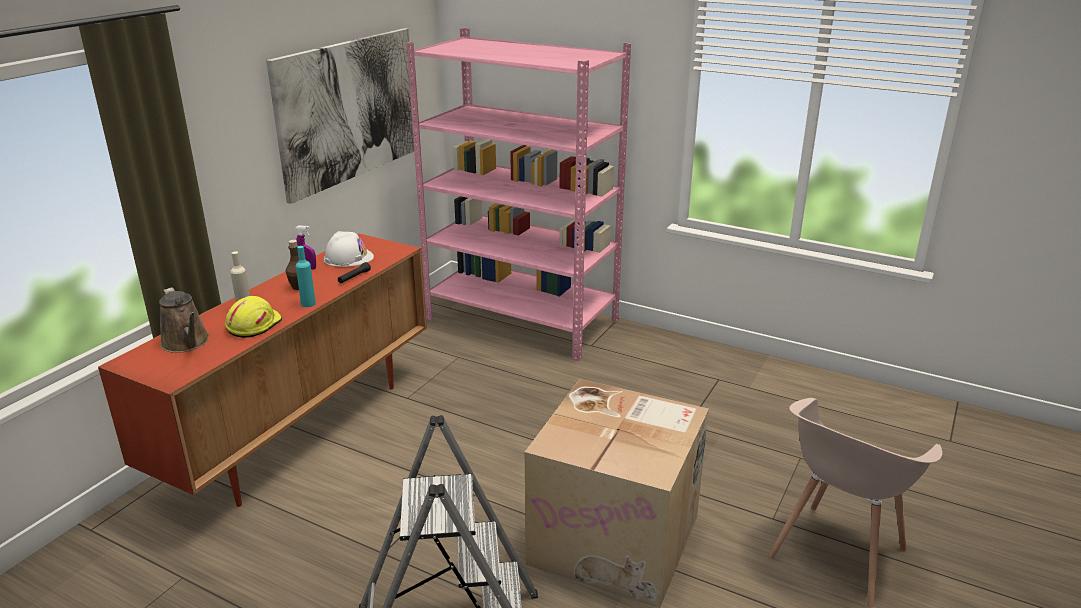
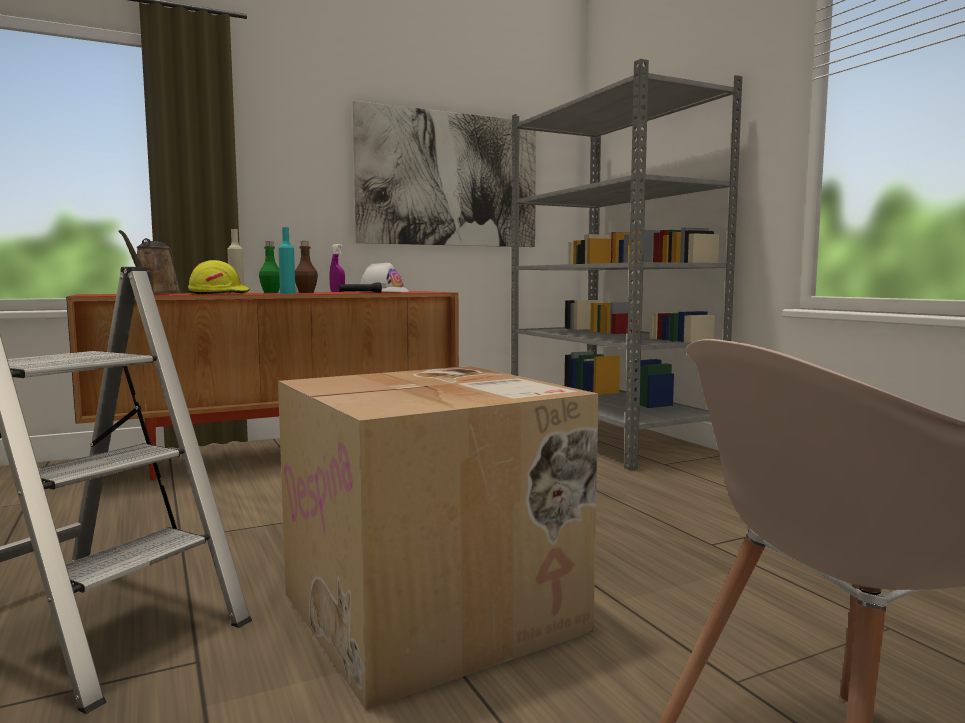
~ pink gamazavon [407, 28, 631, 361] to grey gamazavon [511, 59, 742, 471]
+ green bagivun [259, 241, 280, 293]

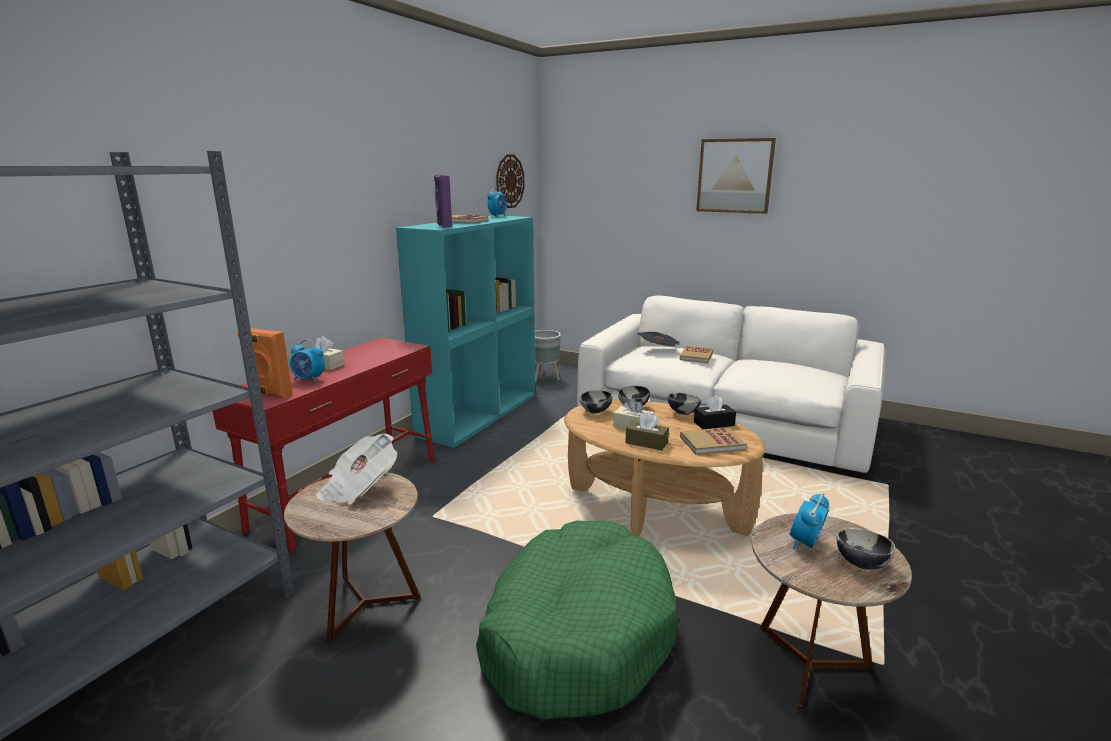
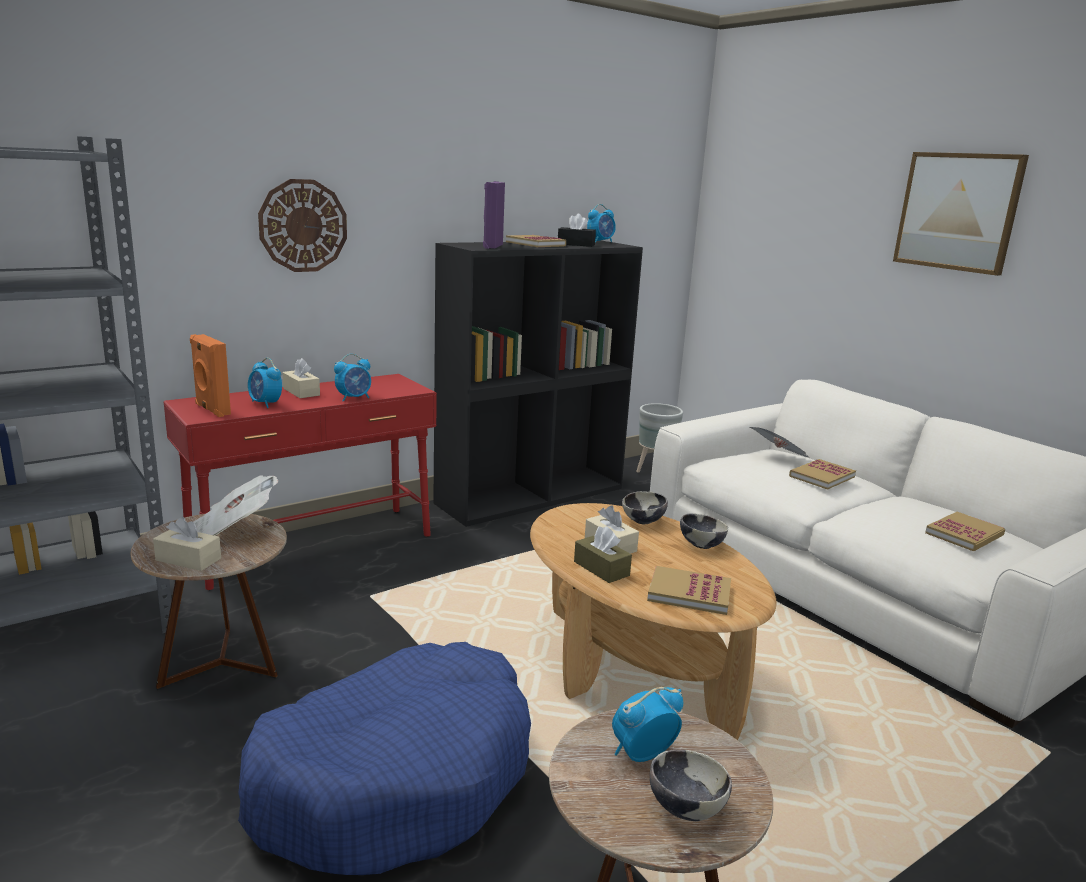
~ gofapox [496, 154, 525, 208] to [258, 179, 347, 272]
~ turquoise gamazavon [396, 215, 535, 448] to black gamazavon [433, 241, 643, 527]
- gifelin [580, 390, 612, 414]
~ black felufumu [694, 395, 736, 429] to [558, 214, 596, 247]
~ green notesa [476, 520, 679, 720] to blue notesa [238, 642, 531, 875]
+ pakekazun [334, 354, 371, 402]
+ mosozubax [925, 512, 1005, 551]
+ beige felufumu [153, 516, 221, 571]

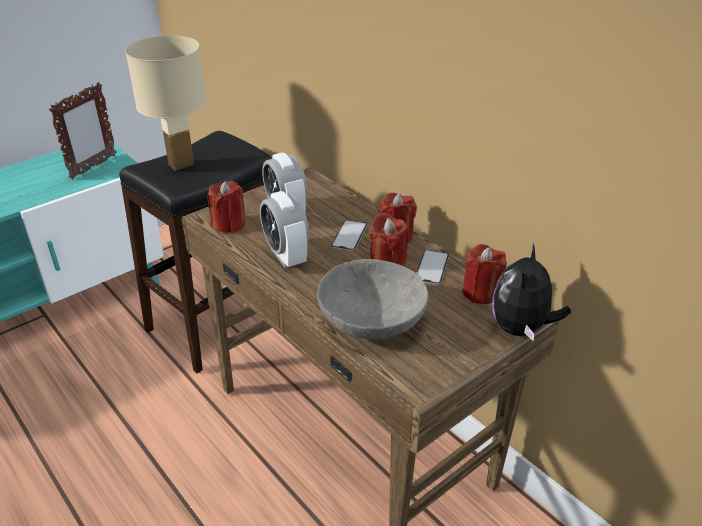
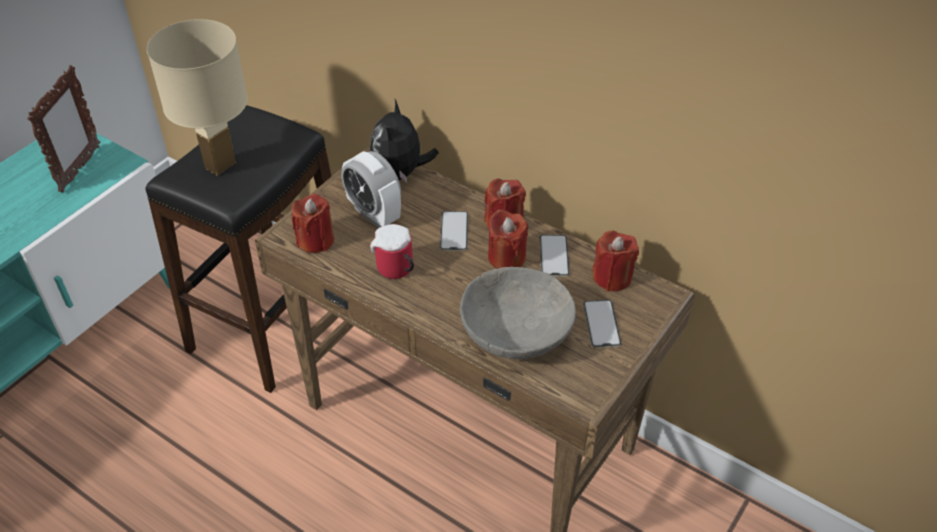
~ pakekazun [260, 191, 309, 268] to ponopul [370, 224, 414, 279]
~ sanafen [492, 243, 571, 341] to [370, 99, 439, 183]
+ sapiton [583, 300, 622, 348]

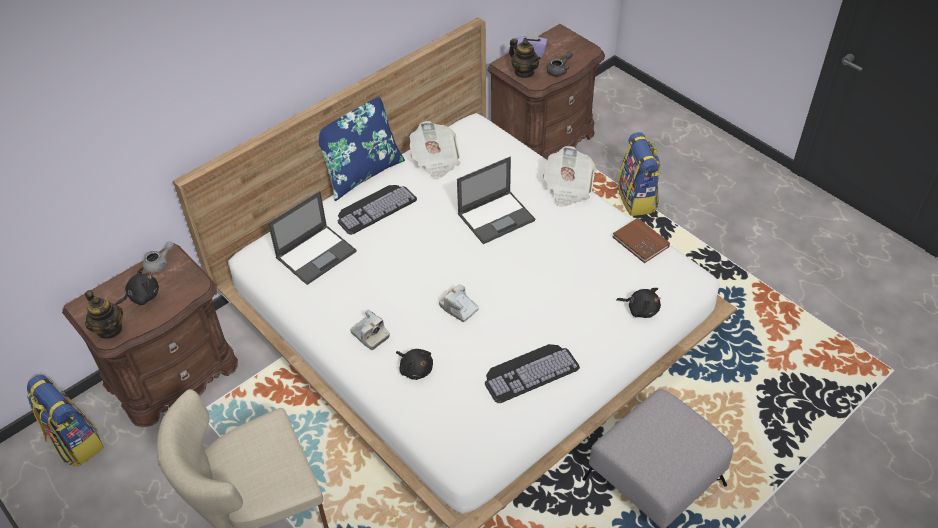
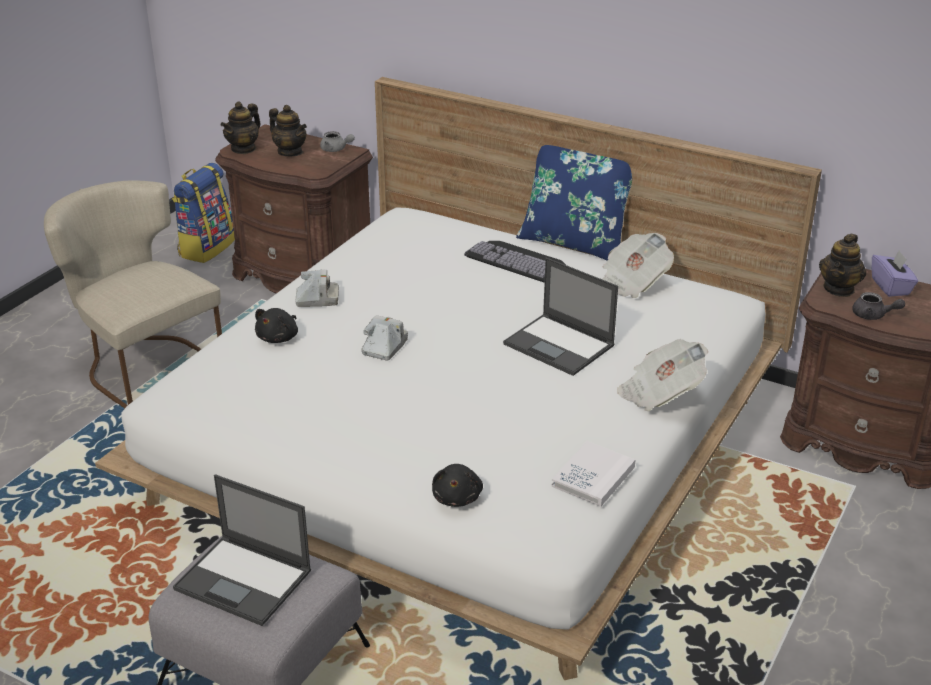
- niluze [618, 132, 660, 216]
~ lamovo [268, 191, 357, 285] to [173, 474, 311, 626]
~ brown mosozubax [613, 218, 670, 263] to white mosozubax [551, 441, 636, 507]
~ black sanafen [115, 267, 159, 305] to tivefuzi [269, 105, 307, 156]
~ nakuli [350, 310, 390, 350] = [295, 270, 339, 307] 120 degrees counterclockwise
- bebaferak [485, 344, 580, 403]

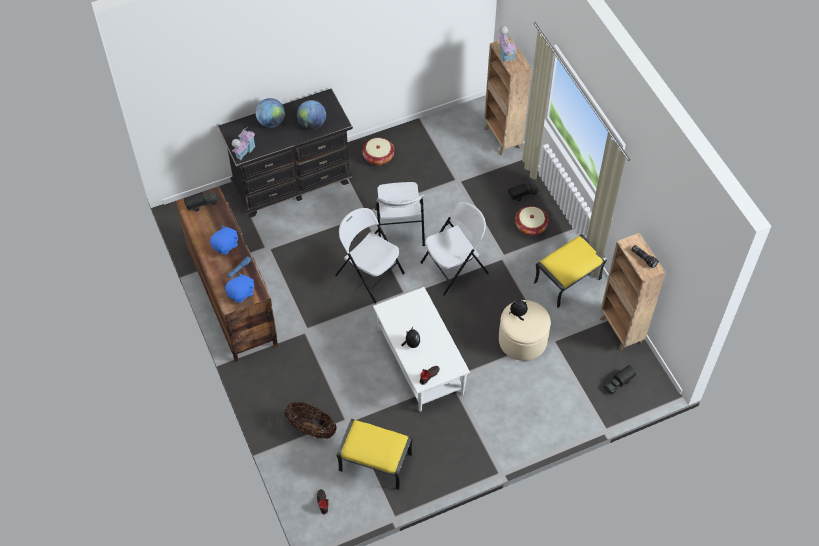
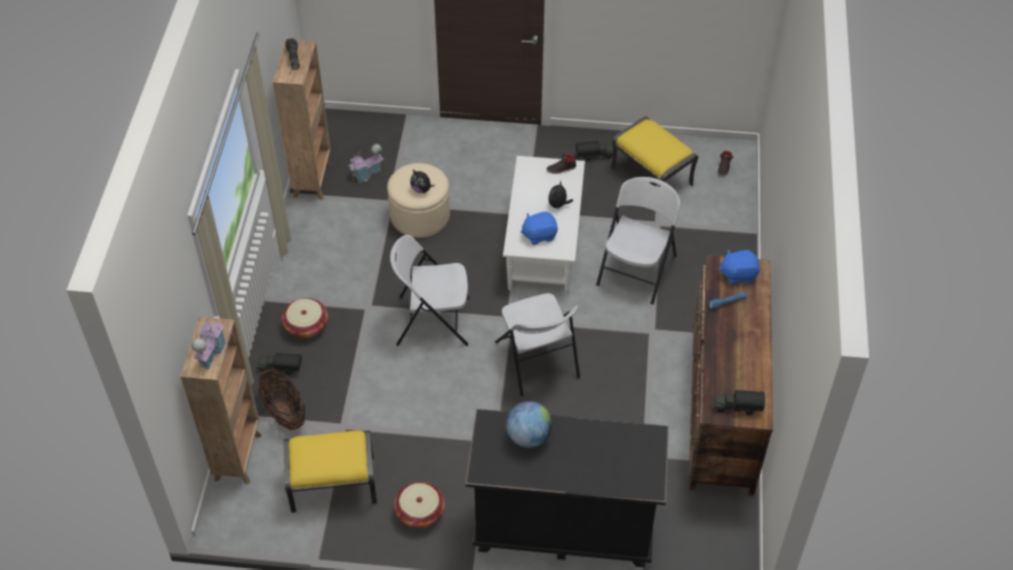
- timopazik [256, 98, 285, 128]
~ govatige [232, 127, 255, 160] to [348, 144, 384, 182]
~ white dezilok [375, 182, 425, 246] to [596, 177, 680, 305]
~ blue sanafen [210, 225, 238, 255] to [521, 212, 558, 245]
~ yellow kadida [534, 234, 607, 308] to [284, 430, 377, 513]
~ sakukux [604, 365, 636, 394] to [576, 141, 613, 162]
~ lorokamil [284, 402, 337, 439] to [258, 369, 305, 431]

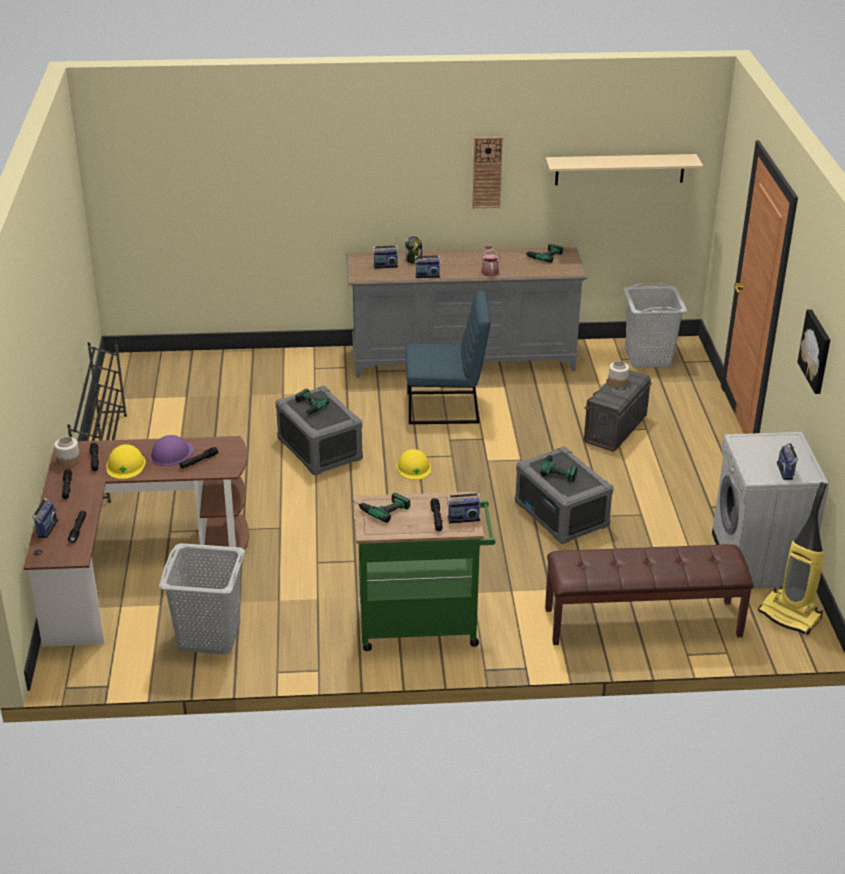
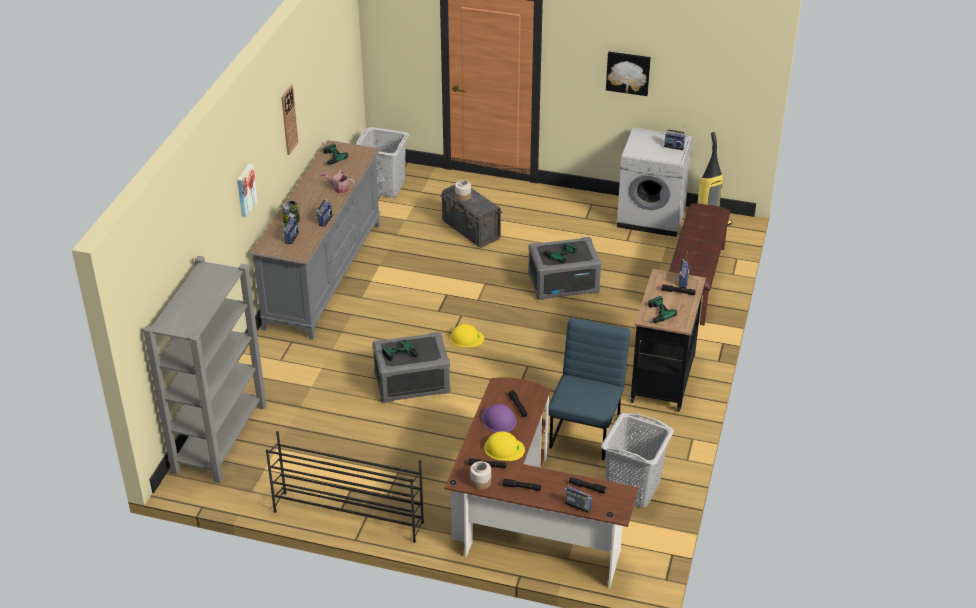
- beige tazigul [545, 154, 703, 185]
~ blue dezilok [405, 291, 490, 424] to [548, 317, 630, 460]
~ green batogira [354, 492, 496, 651] to black batogira [630, 269, 706, 412]
+ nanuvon [237, 164, 258, 217]
+ grey gamazavon [143, 256, 267, 483]

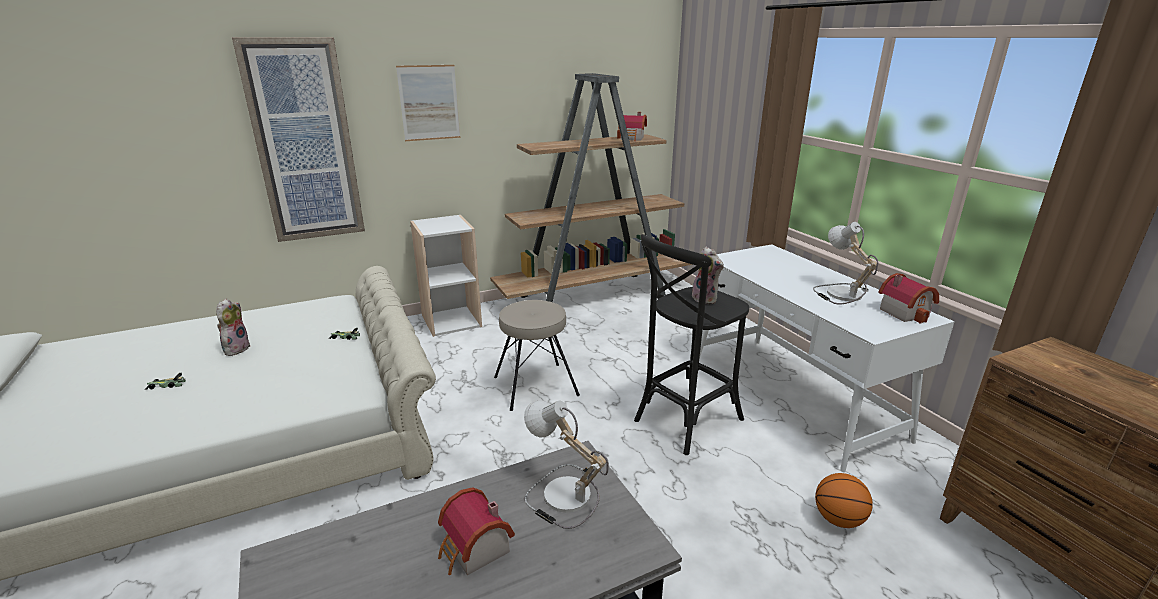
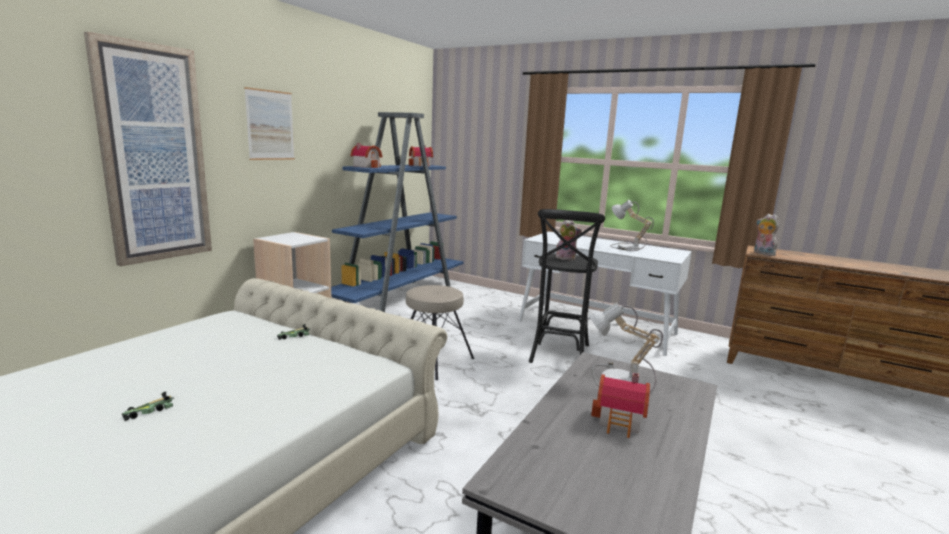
~ brown gamazavon [490, 73, 693, 302] to blue gamazavon [331, 112, 464, 312]
~ govatige [878, 273, 939, 324] to [350, 143, 382, 168]
~ sanafen [216, 299, 250, 356] to [754, 214, 779, 256]
- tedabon [815, 473, 873, 528]

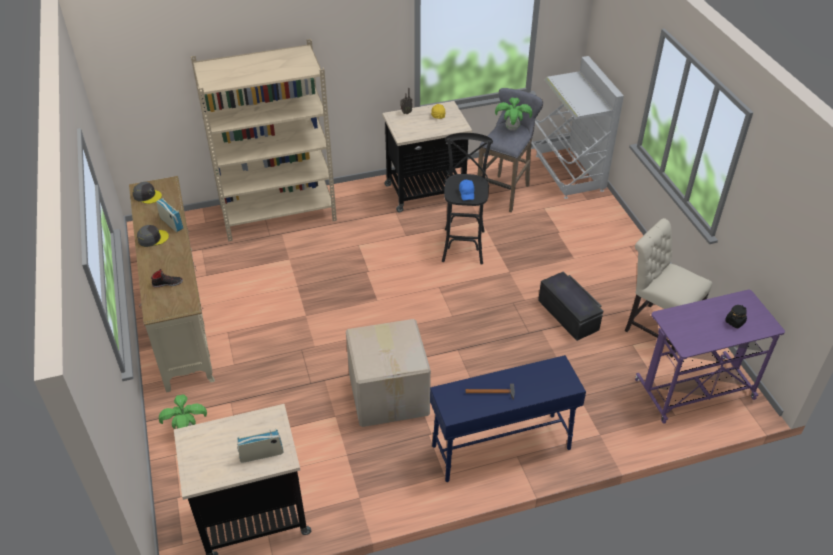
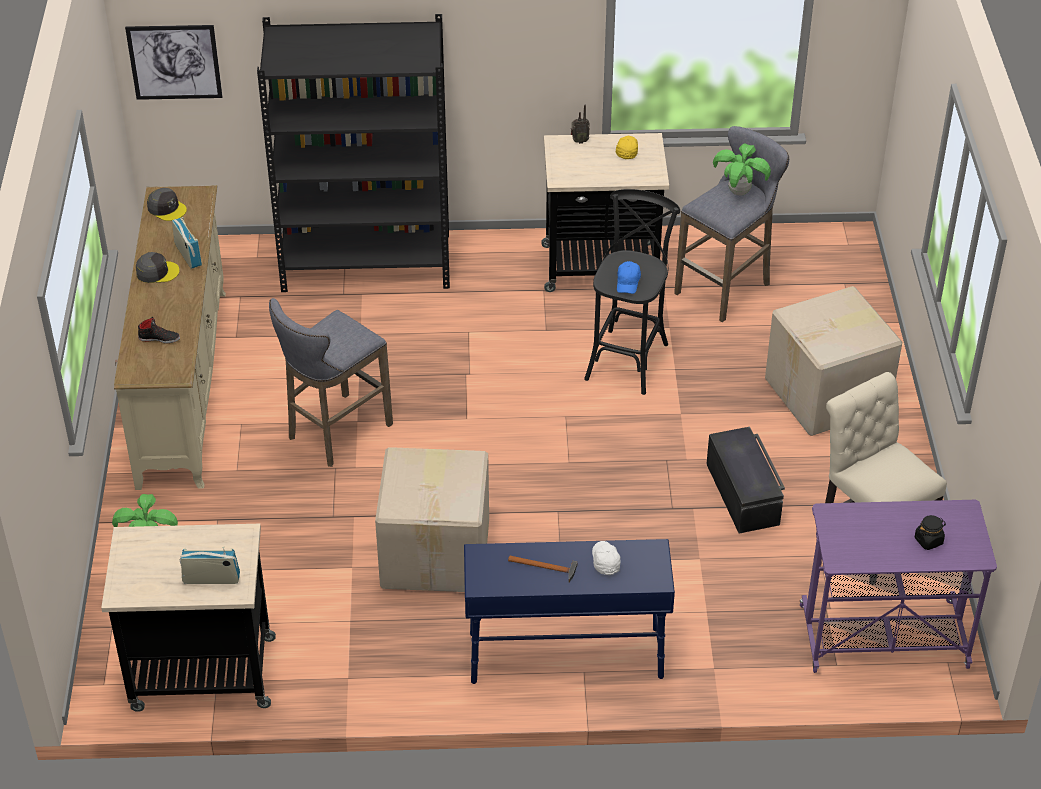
~ beige gamazavon [191, 39, 337, 242] to black gamazavon [257, 14, 450, 292]
- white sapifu [531, 56, 624, 199]
+ nanuvon [125, 25, 223, 100]
+ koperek [765, 286, 902, 436]
+ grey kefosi [269, 298, 393, 467]
+ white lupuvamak [592, 541, 621, 575]

